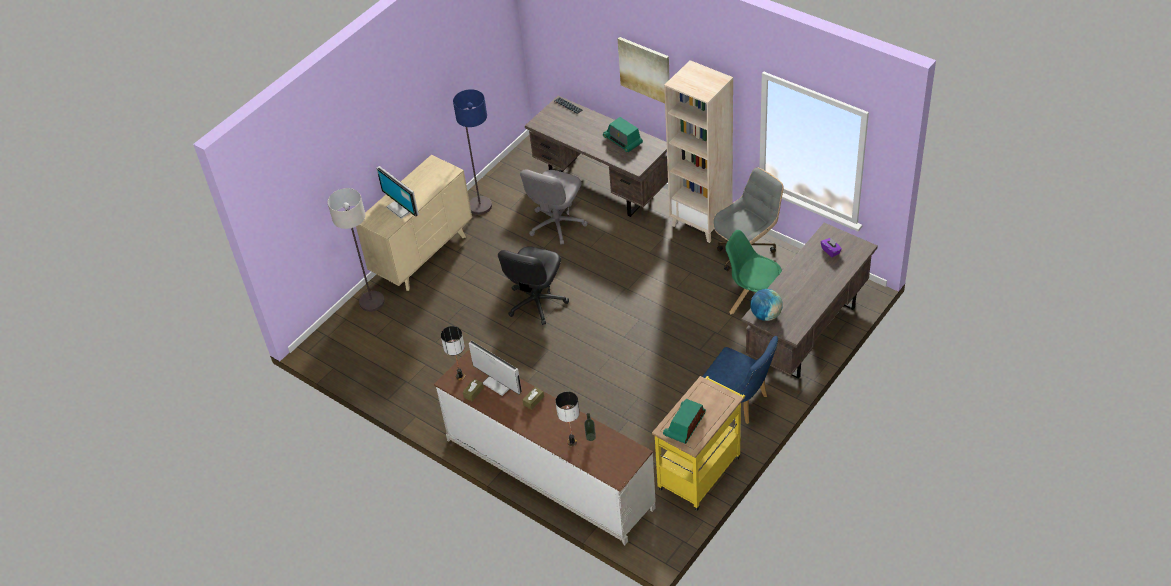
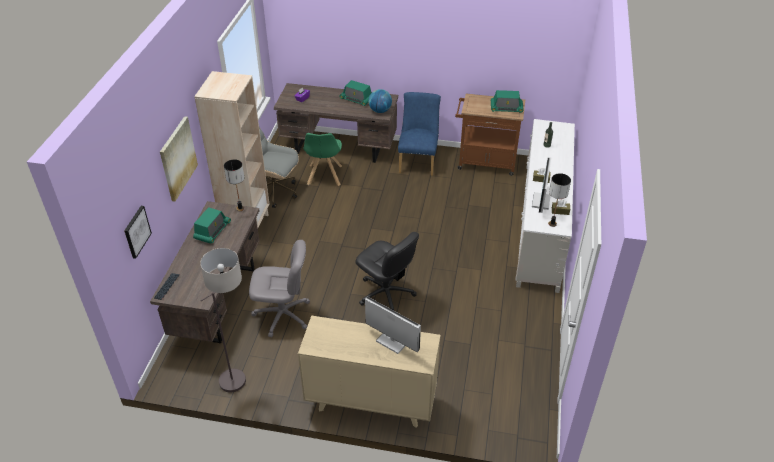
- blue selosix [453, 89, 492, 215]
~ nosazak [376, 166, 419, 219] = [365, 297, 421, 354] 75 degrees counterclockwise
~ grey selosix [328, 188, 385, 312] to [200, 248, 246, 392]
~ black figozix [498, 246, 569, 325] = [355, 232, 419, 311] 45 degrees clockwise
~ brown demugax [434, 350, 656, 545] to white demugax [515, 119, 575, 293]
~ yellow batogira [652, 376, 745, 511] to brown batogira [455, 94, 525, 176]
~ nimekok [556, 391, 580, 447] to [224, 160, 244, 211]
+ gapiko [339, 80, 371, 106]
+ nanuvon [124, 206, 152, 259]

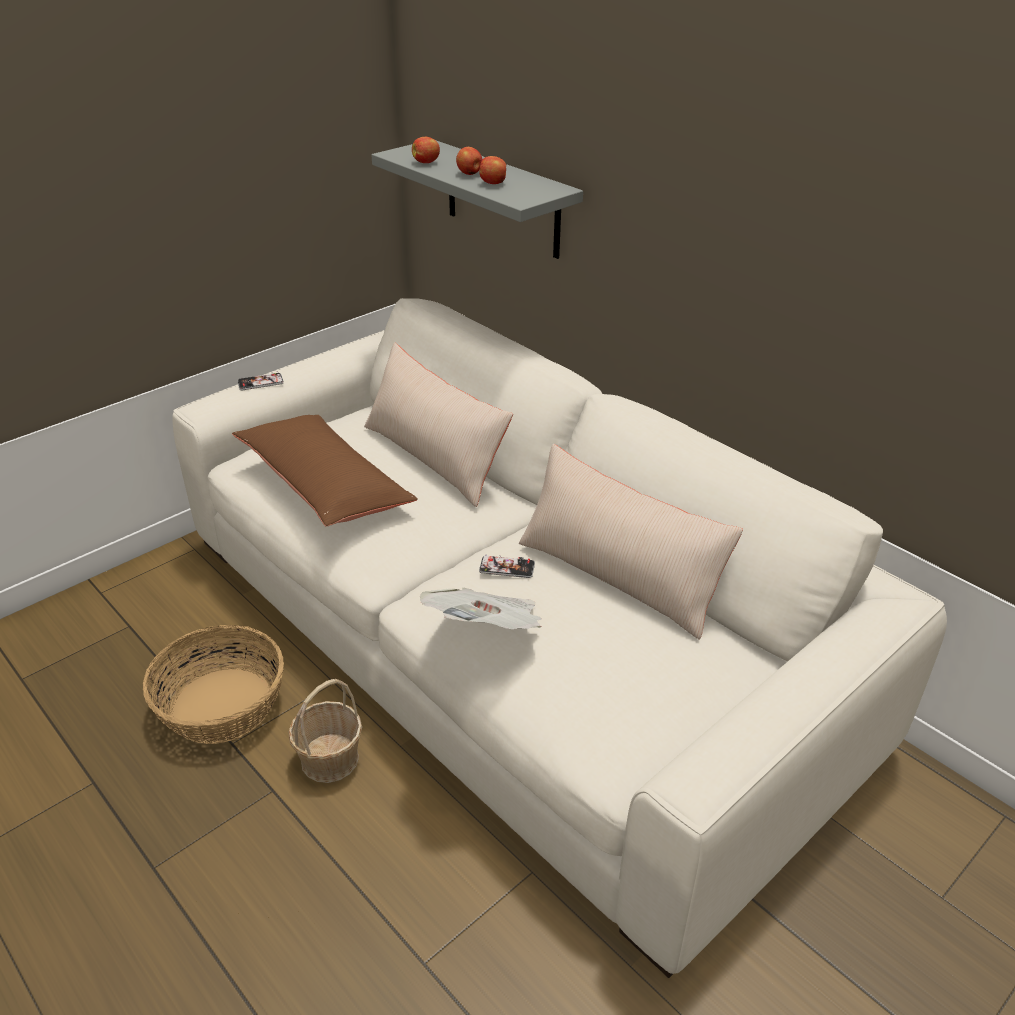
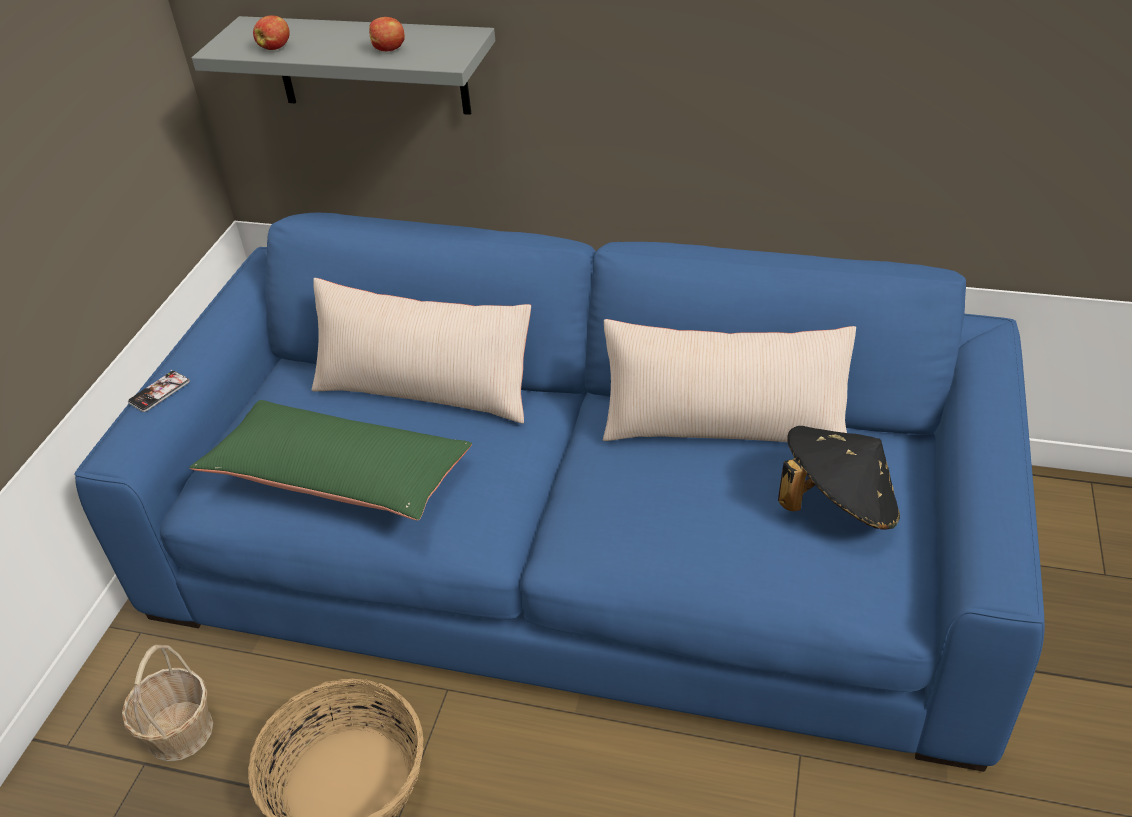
- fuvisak [456, 147, 482, 175]
~ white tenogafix [172, 298, 947, 978] to blue tenogafix [74, 213, 1045, 772]
~ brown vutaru [232, 415, 418, 526] to green vutaru [189, 400, 472, 521]
- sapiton [479, 555, 535, 578]
- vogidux [420, 588, 542, 629]
~ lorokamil [288, 679, 362, 783] to [122, 645, 213, 762]
+ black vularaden [778, 426, 900, 530]

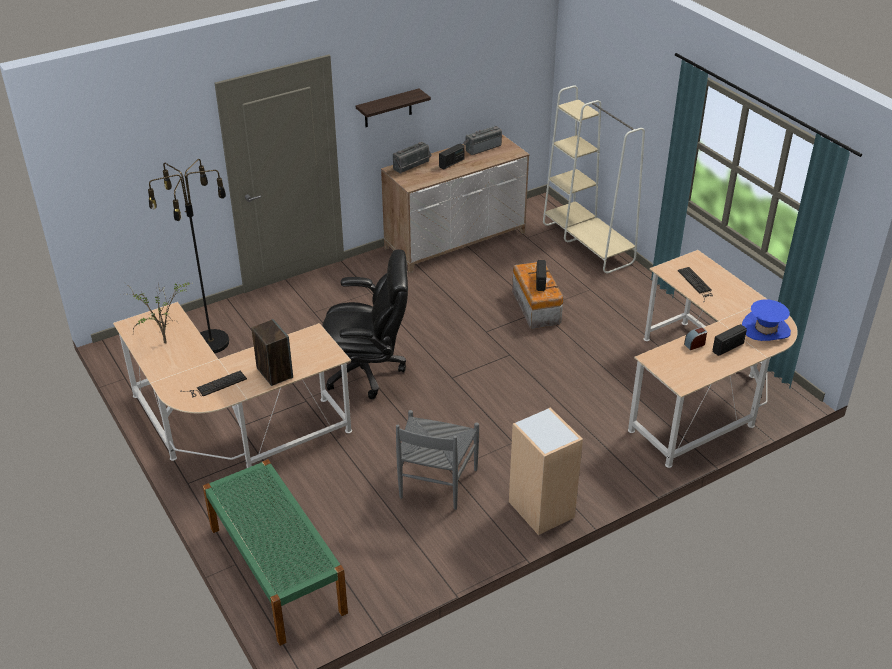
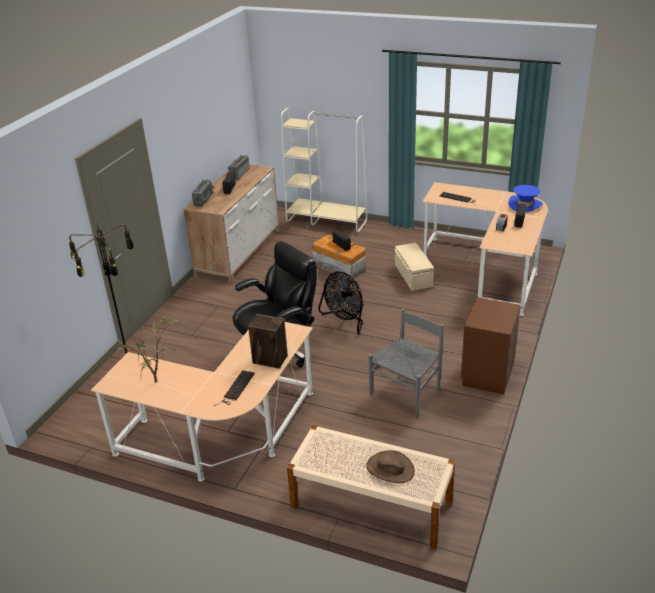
- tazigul [356, 88, 431, 127]
~ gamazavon [509, 407, 583, 535] to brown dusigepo [461, 297, 521, 395]
~ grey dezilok [396, 410, 479, 510] = [368, 309, 443, 418] 120 degrees counterclockwise
~ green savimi [203, 459, 348, 646] to beige savimi [287, 425, 455, 550]
+ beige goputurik [394, 243, 434, 291]
+ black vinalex [318, 272, 364, 335]
+ brown vularaden [366, 450, 415, 483]

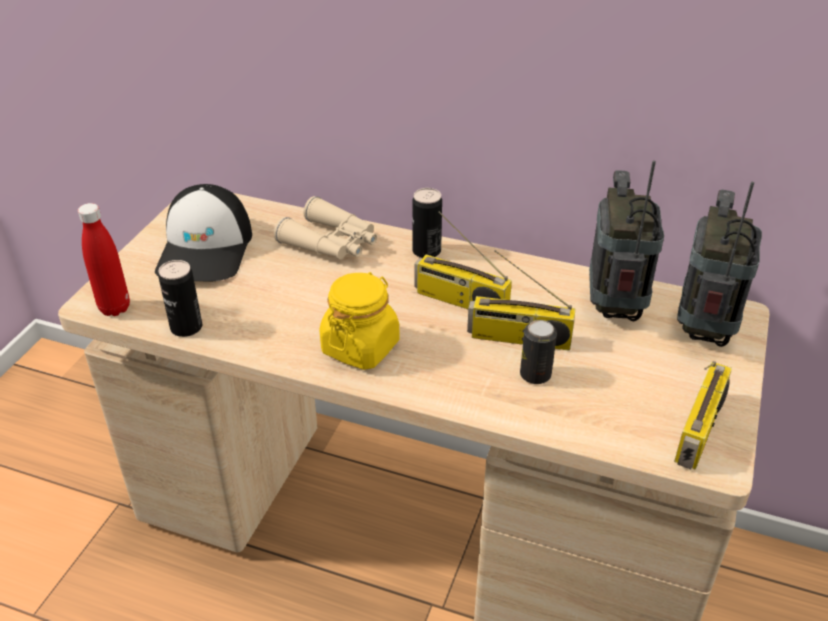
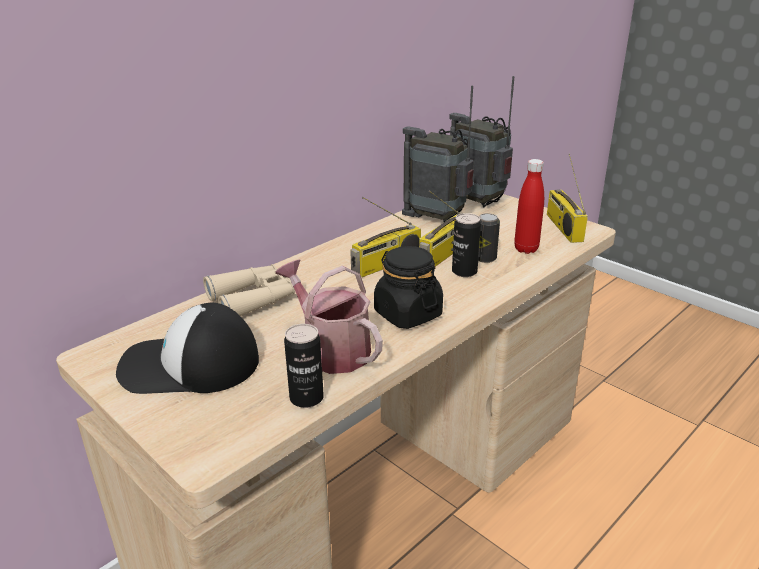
~ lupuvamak [155, 184, 252, 281] = [116, 303, 259, 394] 150 degrees clockwise
~ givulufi [412, 188, 442, 258] to [452, 213, 481, 277]
~ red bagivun [78, 203, 130, 316] to [514, 159, 544, 254]
~ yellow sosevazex [319, 272, 400, 370] to black sosevazex [374, 246, 443, 329]
~ gapiko [674, 361, 732, 470] = [547, 154, 588, 243] 150 degrees counterclockwise
+ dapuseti [276, 260, 383, 374]

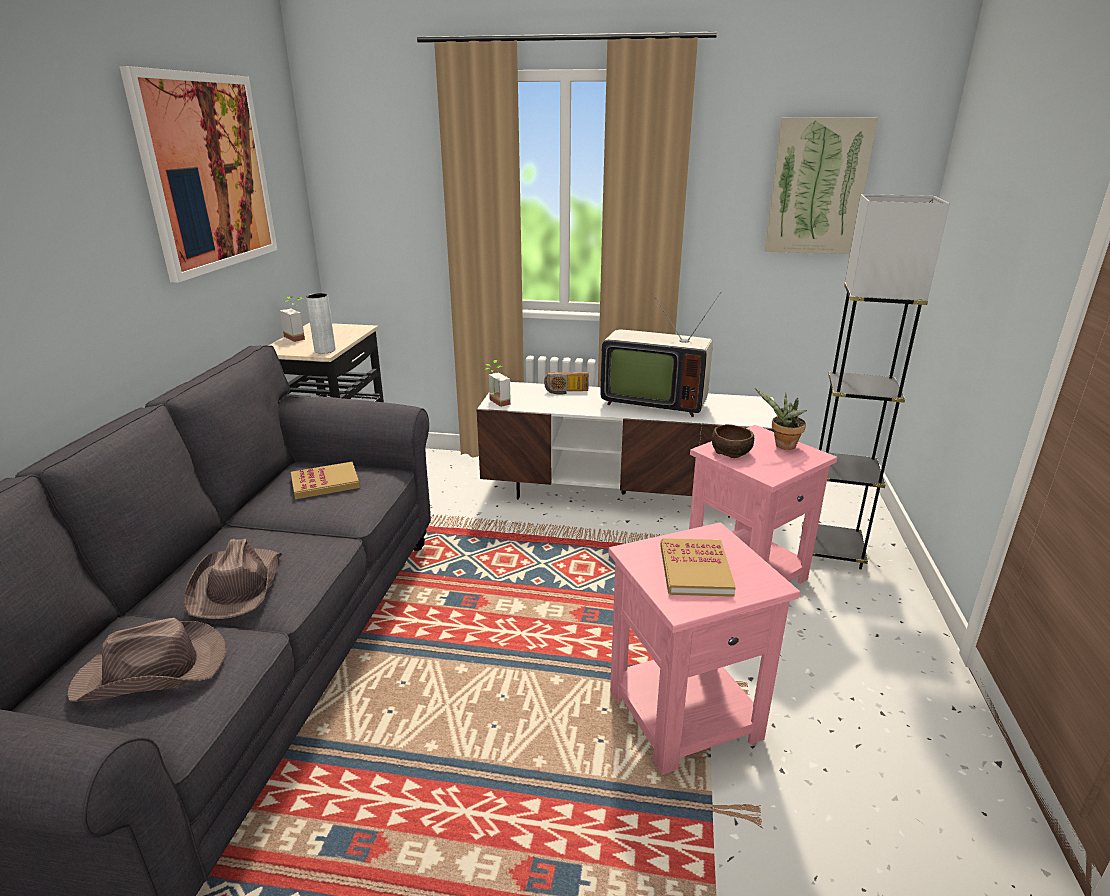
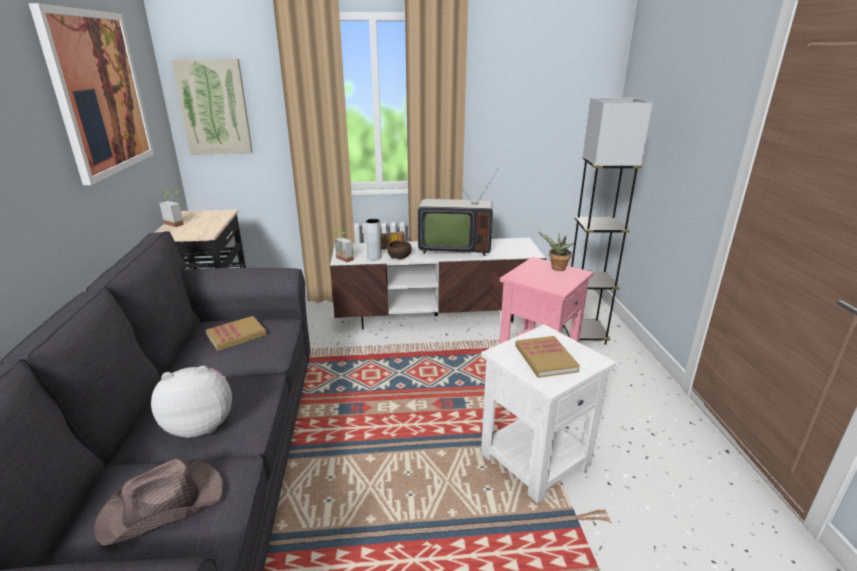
~ nanuvon [765, 118, 877, 254] to [171, 59, 253, 155]
~ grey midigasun [306, 293, 336, 354] to [365, 219, 382, 260]
~ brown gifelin [712, 424, 754, 458] to [387, 241, 411, 260]
~ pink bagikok [608, 522, 800, 775] to white bagikok [481, 324, 616, 503]
~ brown vularaden [184, 539, 282, 619] to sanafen [151, 366, 232, 438]

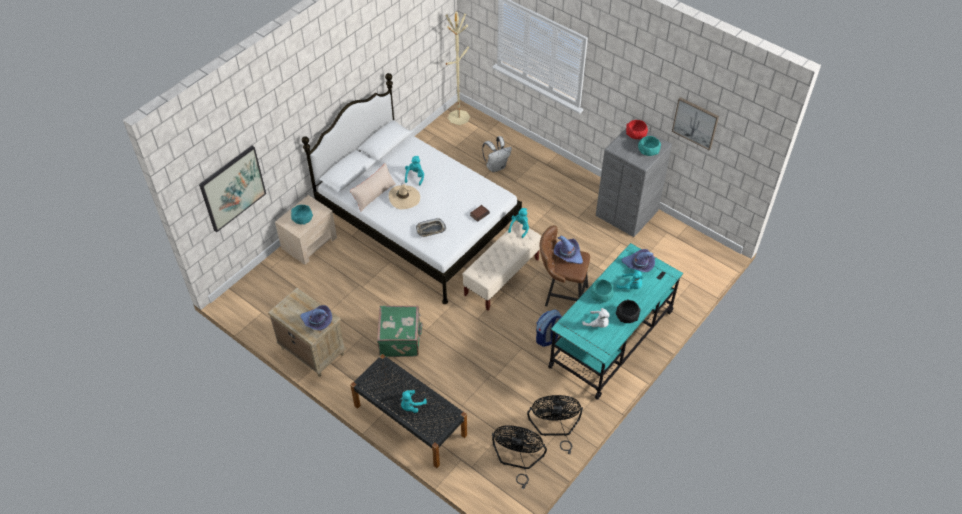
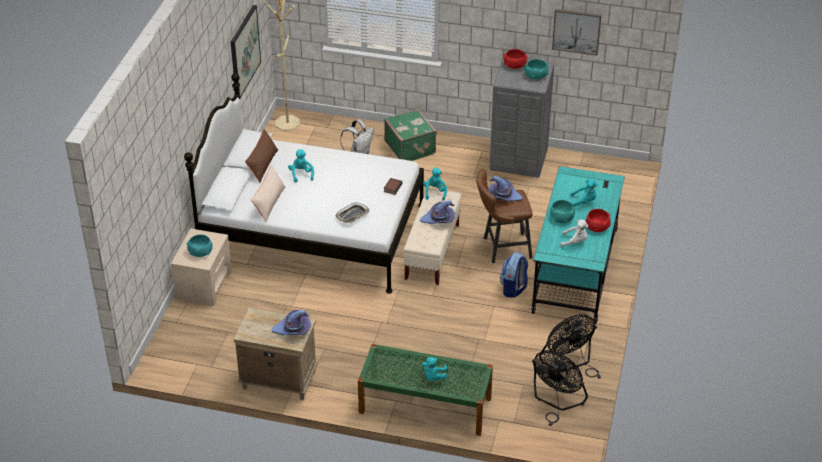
~ nanuvon [199, 146, 266, 232] to [231, 5, 261, 100]
- beige vularaden [389, 182, 420, 209]
~ purple vularaden [621, 249, 655, 272] to [420, 200, 455, 224]
~ black gifelin [616, 299, 641, 323] to red gifelin [586, 209, 611, 232]
~ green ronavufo [377, 306, 423, 357] to [384, 109, 437, 161]
~ black savimi [350, 354, 467, 468] to green savimi [358, 344, 493, 436]
~ black vinalex [492, 425, 547, 489] = [532, 350, 588, 426] 45 degrees clockwise
+ brown vutaru [245, 129, 278, 183]

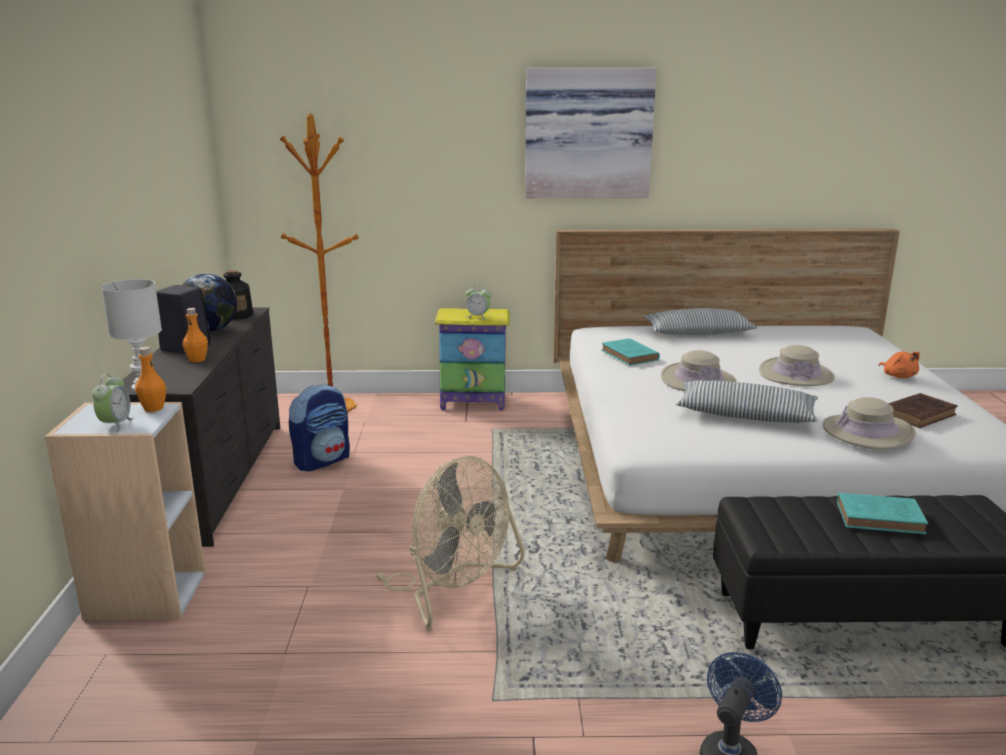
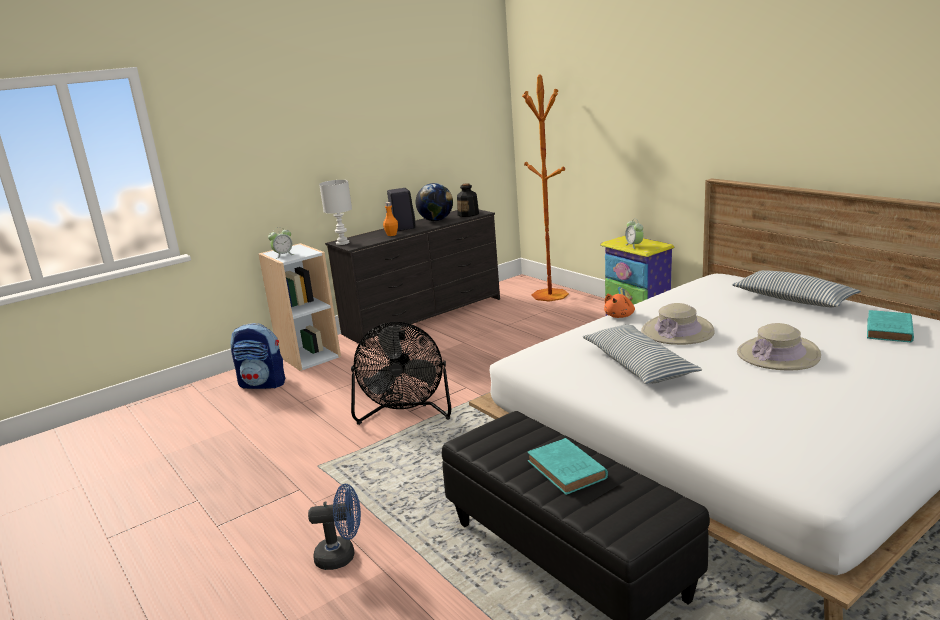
- nanuvon [525, 68, 656, 198]
~ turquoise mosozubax [601, 338, 660, 366] to [867, 310, 914, 343]
- orange bagivun [135, 347, 166, 412]
~ orange sanafen [879, 352, 920, 378] to [604, 294, 635, 318]
~ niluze [289, 384, 350, 471] to [230, 323, 285, 389]
- brown mosozubax [888, 393, 958, 428]
- beige vularaden [823, 397, 916, 450]
~ beige vinalex [376, 456, 525, 631] to black vinalex [351, 322, 451, 425]

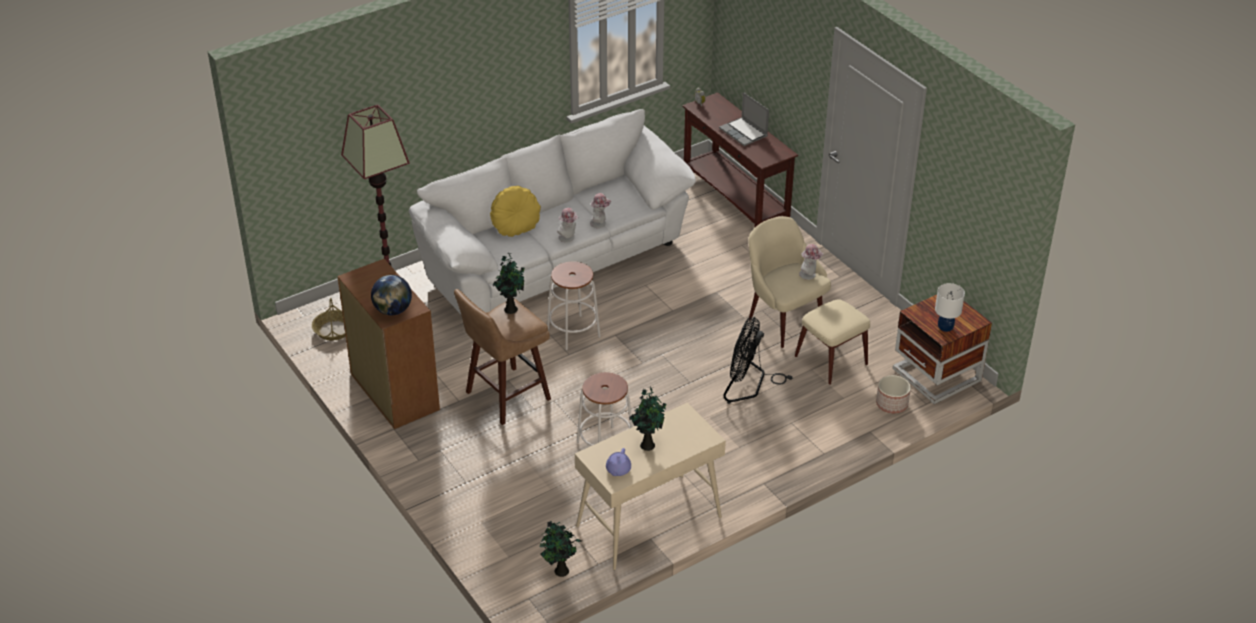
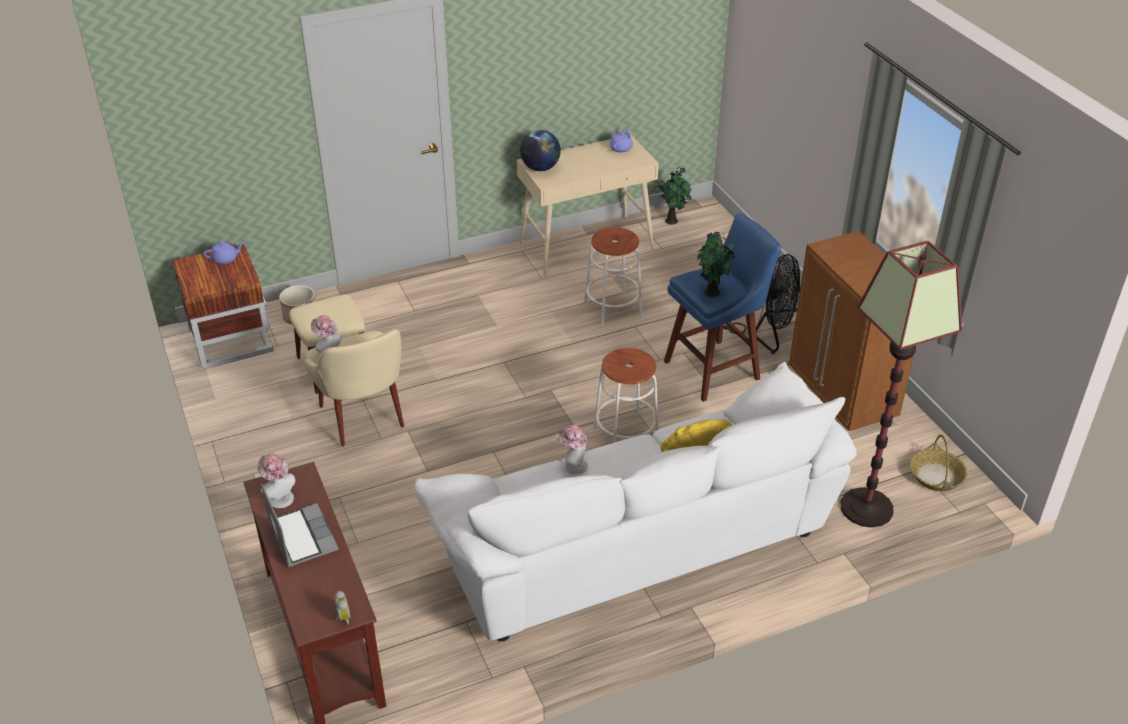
~ vularaden [557, 208, 578, 242] to [257, 454, 295, 508]
~ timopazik [371, 275, 412, 315] to [520, 130, 561, 171]
~ white nimekok [935, 283, 965, 332] to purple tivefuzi [204, 241, 244, 264]
~ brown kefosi [454, 289, 551, 425] to blue kefosi [664, 213, 781, 402]
~ black vinalex [724, 317, 793, 404] to [723, 254, 800, 354]
- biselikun [629, 386, 666, 451]

